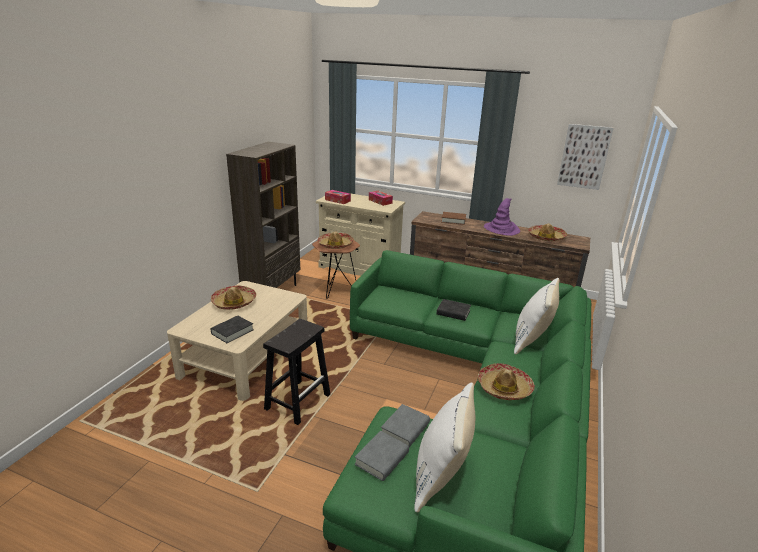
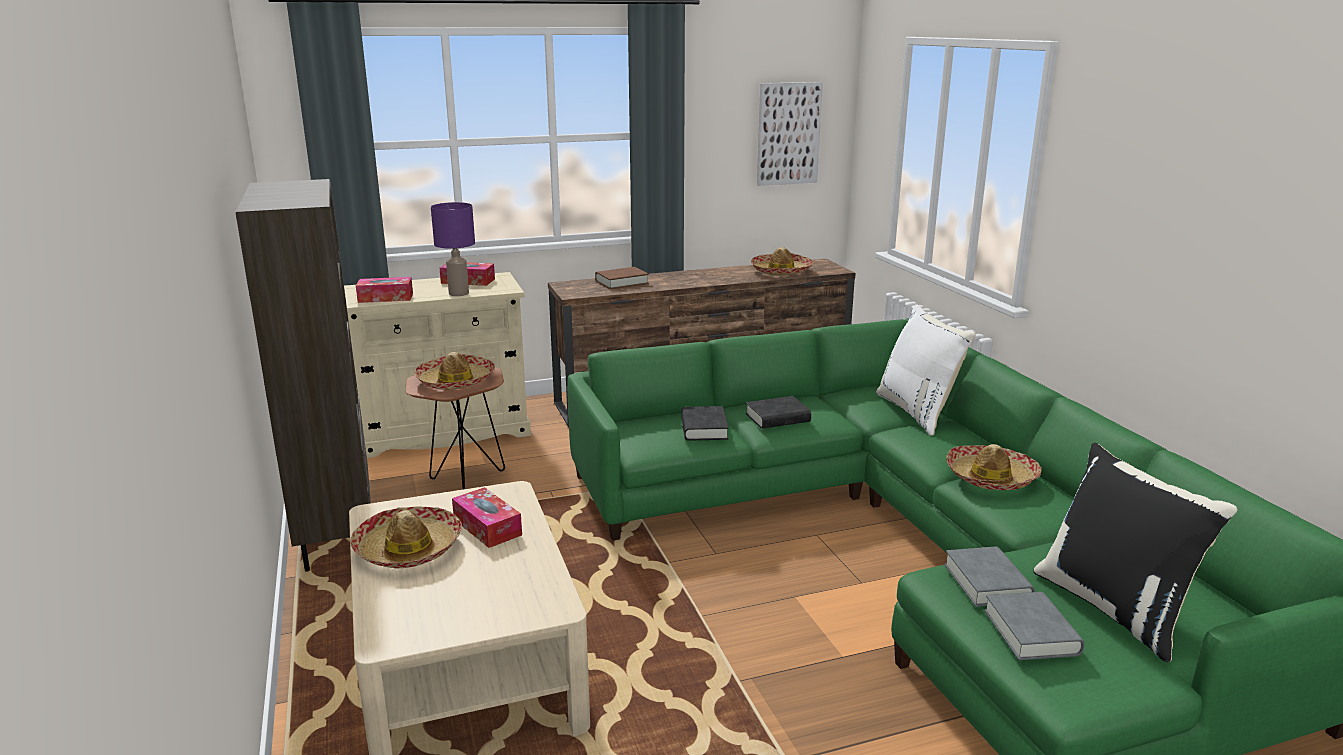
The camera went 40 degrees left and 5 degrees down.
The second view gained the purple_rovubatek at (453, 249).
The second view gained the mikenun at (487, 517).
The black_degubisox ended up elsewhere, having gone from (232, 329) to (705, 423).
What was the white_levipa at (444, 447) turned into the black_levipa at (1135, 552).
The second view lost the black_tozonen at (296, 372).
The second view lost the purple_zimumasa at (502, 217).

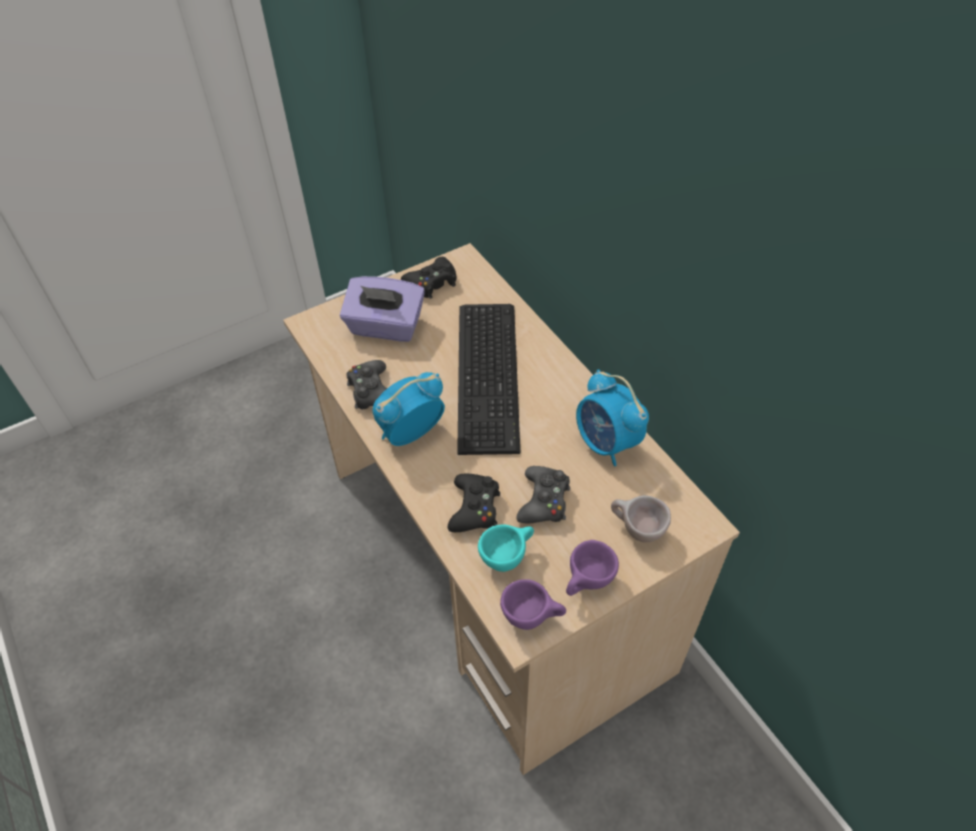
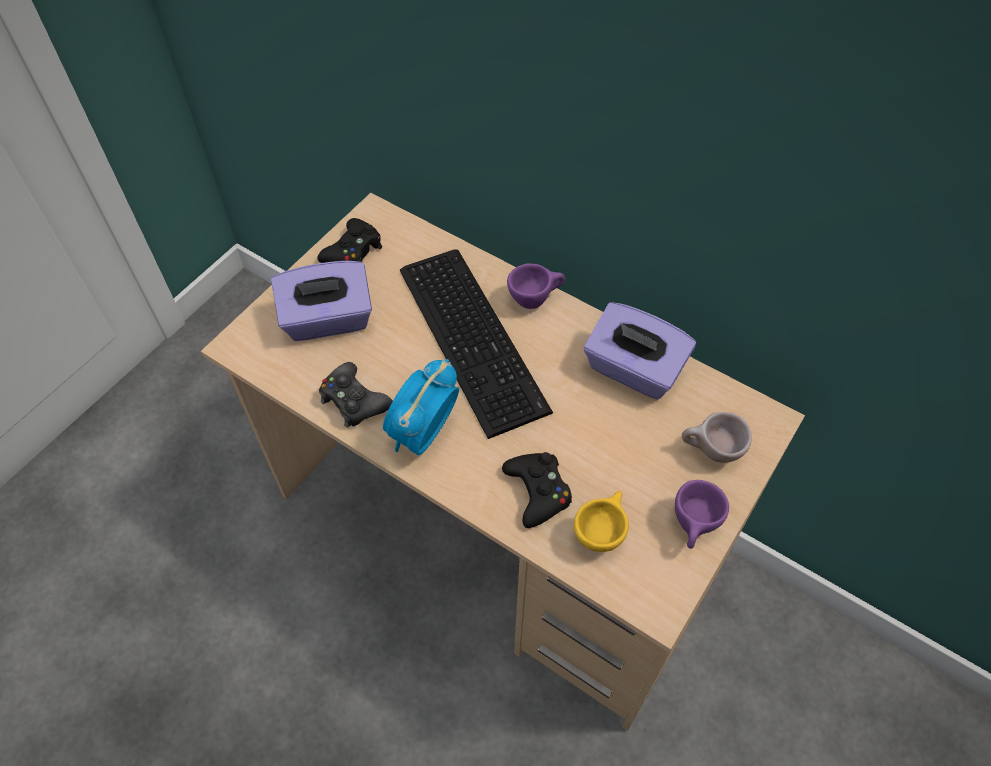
The camera went 25 degrees left and 5 degrees up.
The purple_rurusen ended up elsewhere, having gone from (533, 604) to (536, 286).
What was the turquoise_rurusen at (506, 548) turned into the yellow_rurusen at (601, 521).
Where the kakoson stood at (612, 417), the purple_mikenun came to stand at (640, 350).
The second view lost the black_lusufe at (543, 494).

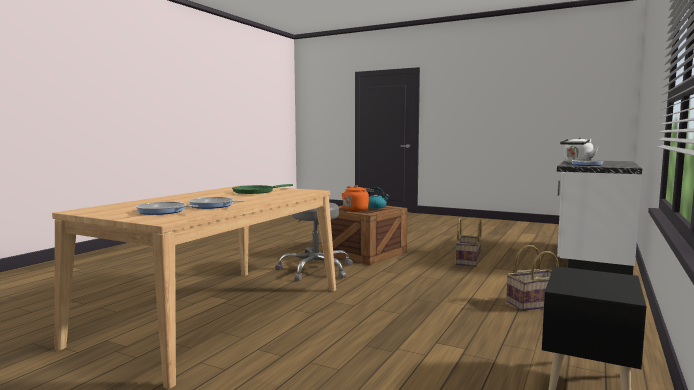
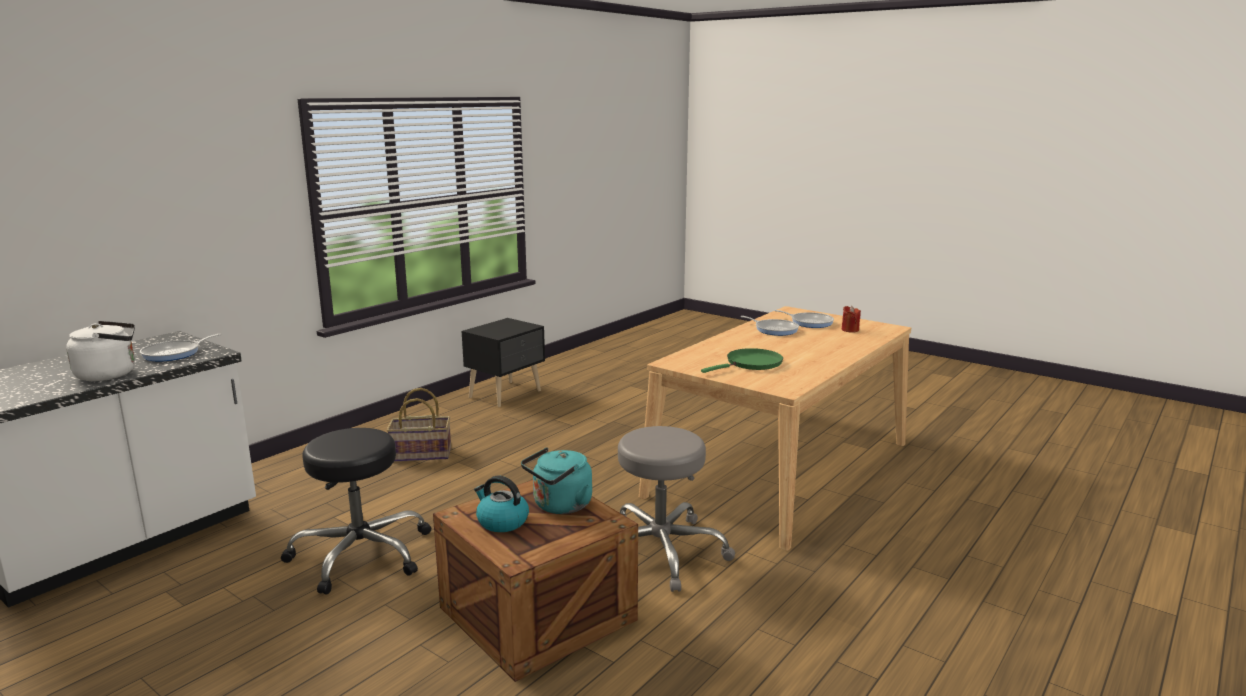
The camera went 170 degrees left and 10 degrees up.
Where the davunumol stood at (469, 242), the black_tozonen came to stand at (356, 511).
What was the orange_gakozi at (358, 198) turned into the turquoise_gakozi at (556, 480).
The second view gained the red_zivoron at (851, 319).

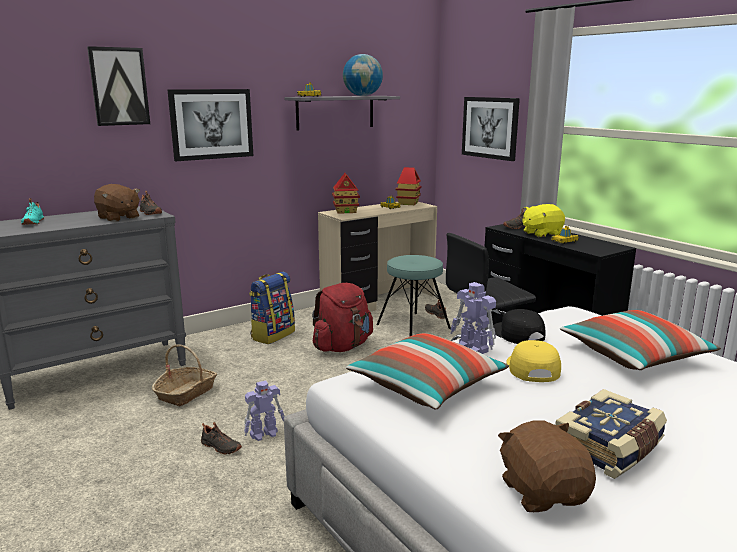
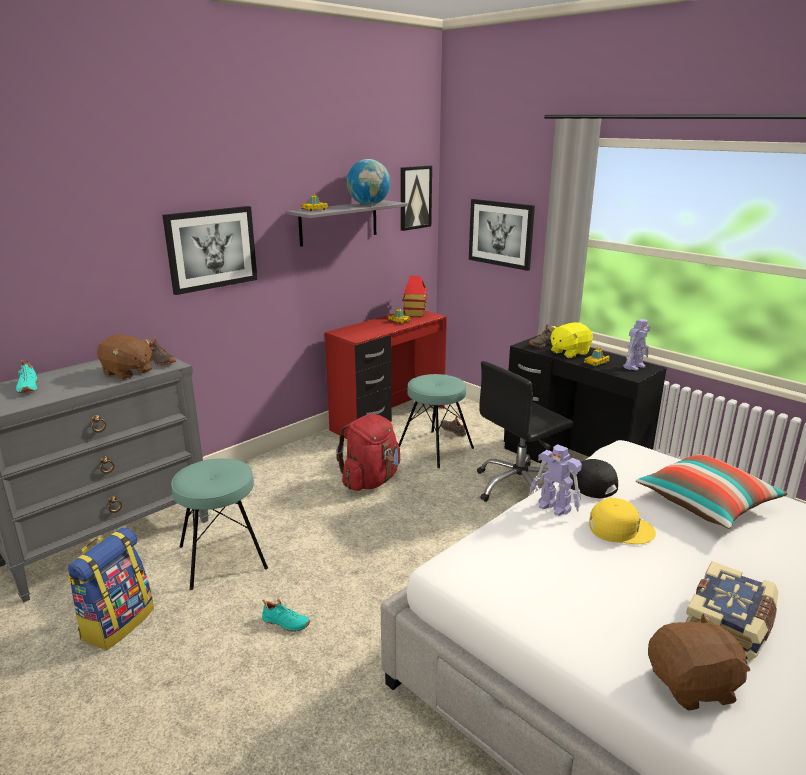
The camera went 10 degrees left and 5 degrees up.
The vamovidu ended up elsewhere, having gone from (272, 308) to (110, 589).
Where the davunumol stood at (184, 375), the turquoise_tozonen came to stand at (219, 524).
What was the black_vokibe at (221, 438) turned into the turquoise_vokibe at (286, 615).
What was the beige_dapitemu at (377, 257) turned into the red_dapitemu at (386, 375).
The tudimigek ended up elsewhere, having gone from (118, 86) to (416, 198).
The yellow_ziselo at (533, 361) ended up facing another way, 105 degrees clockwise from before.
The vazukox ended up elsewhere, having gone from (264, 410) to (637, 345).
The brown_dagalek at (547, 466) ended up facing another way, 105 degrees clockwise from before.
The second view lost the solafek at (346, 193).
The second view lost the levipa at (427, 371).

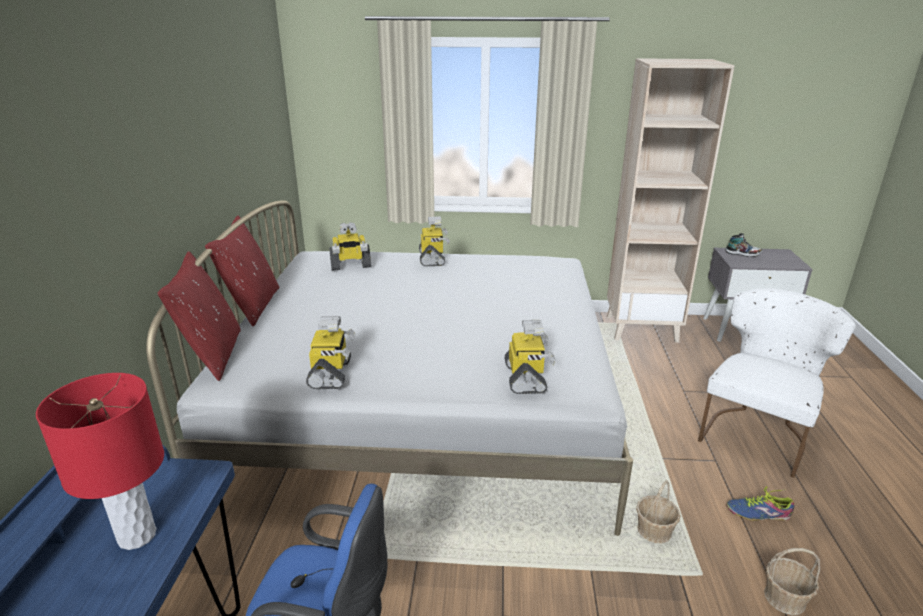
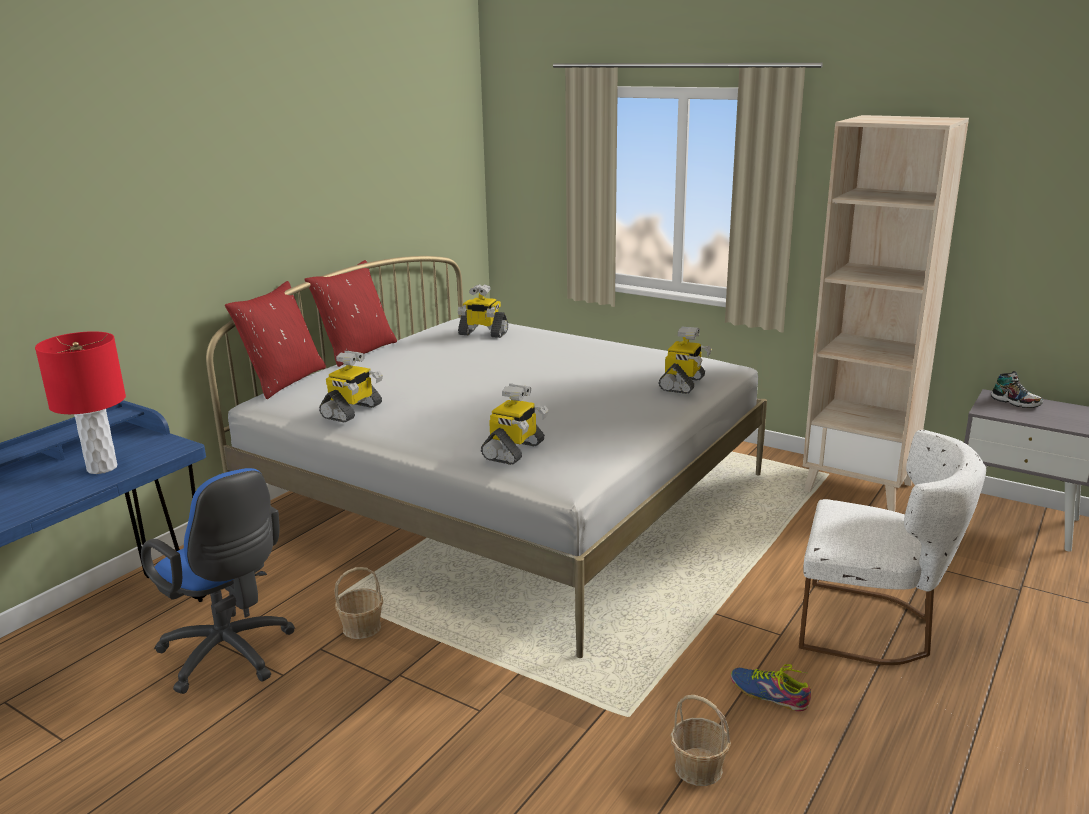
The camera went 30 degrees right and 5 degrees down.
The davunumol ended up elsewhere, having gone from (658, 511) to (358, 603).
The vazukox ended up elsewhere, having gone from (434, 241) to (685, 360).
The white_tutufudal at (777, 383) ended up facing another way, 45 degrees clockwise from before.

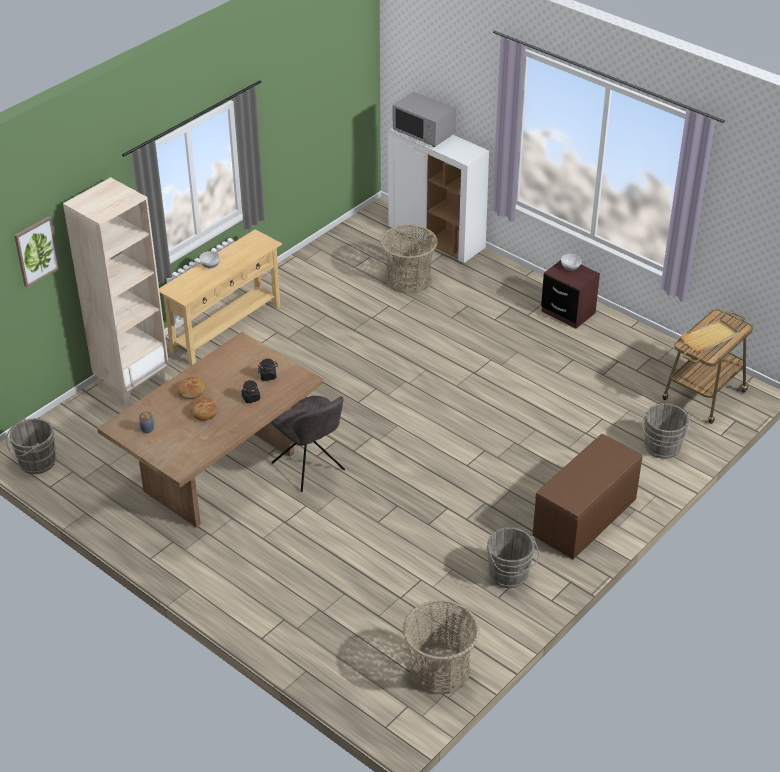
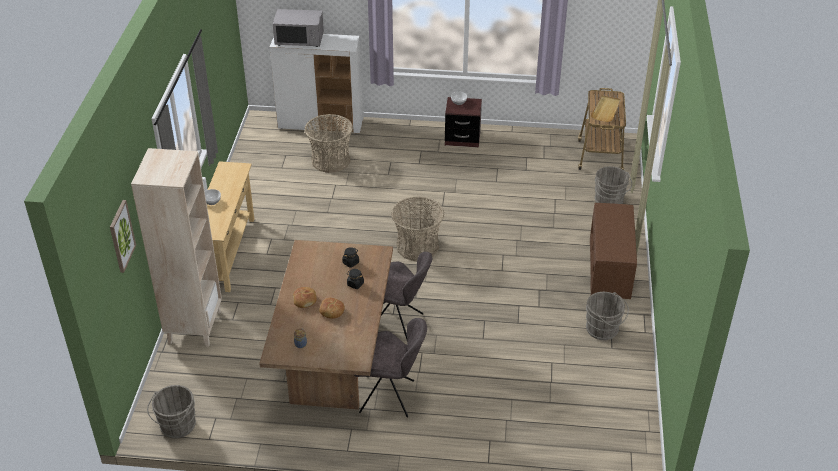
The camera went 35 degrees left and 0 degrees up.
The second view gained the grey_tutufudal at (390, 368).
The davunumol ended up elsewhere, having gone from (441, 647) to (418, 228).

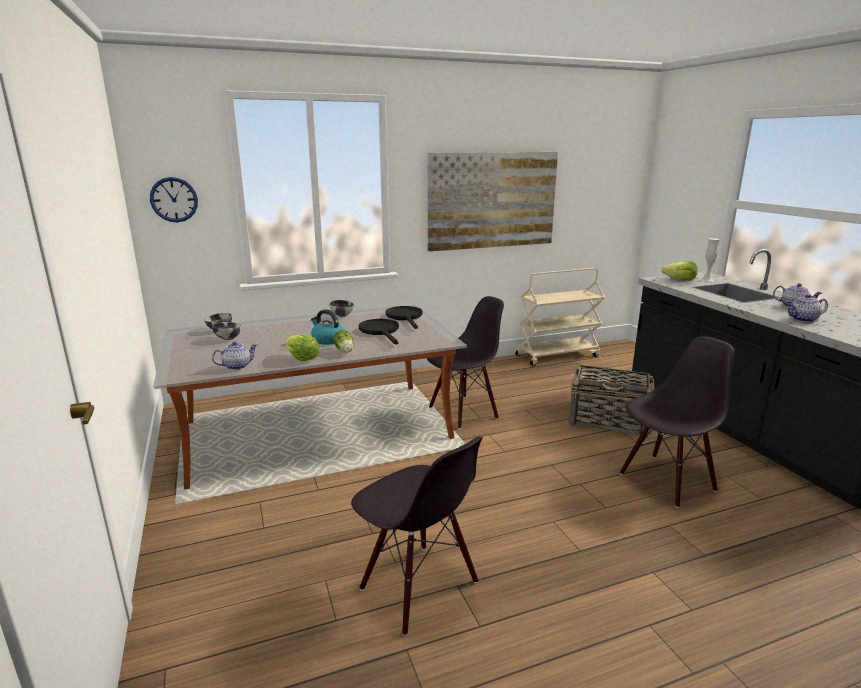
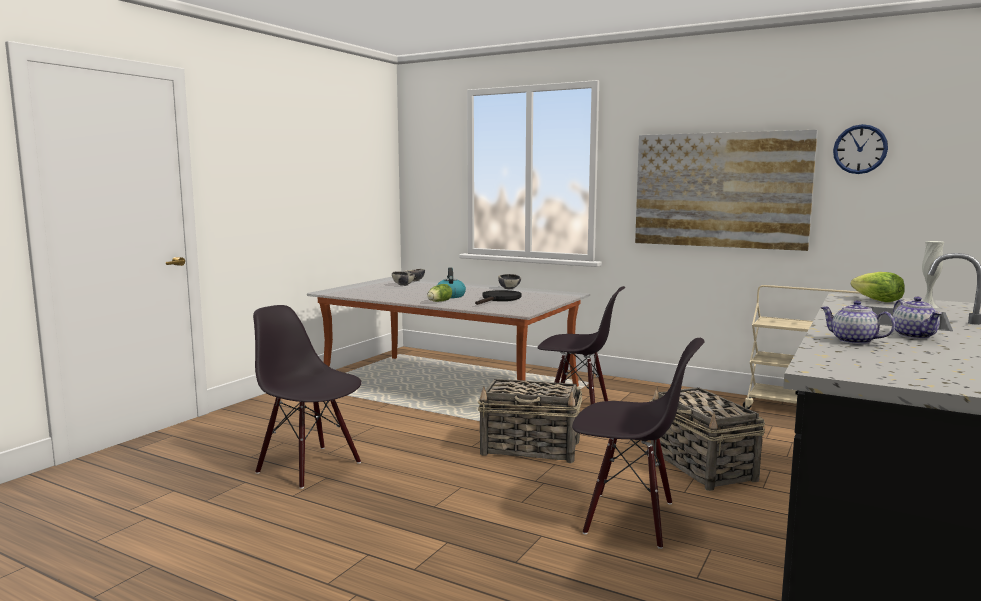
The camera went 50 degrees right and 10 degrees down.
The black_tutufudal at (417, 536) ended up facing another way, 120 degrees clockwise from before.
The second view gained the davunumol at (530, 421).
The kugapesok ended up elsewhere, having gone from (174, 199) to (860, 149).
The second view lost the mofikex at (235, 355).
The second view lost the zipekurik at (302, 348).
The second view lost the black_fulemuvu at (404, 317).

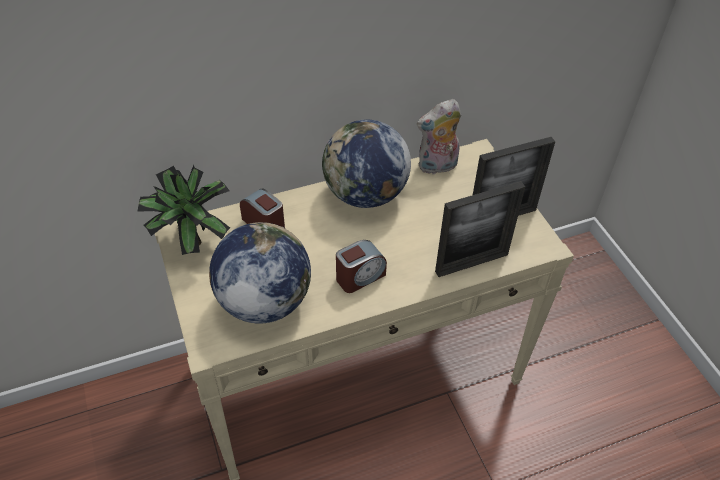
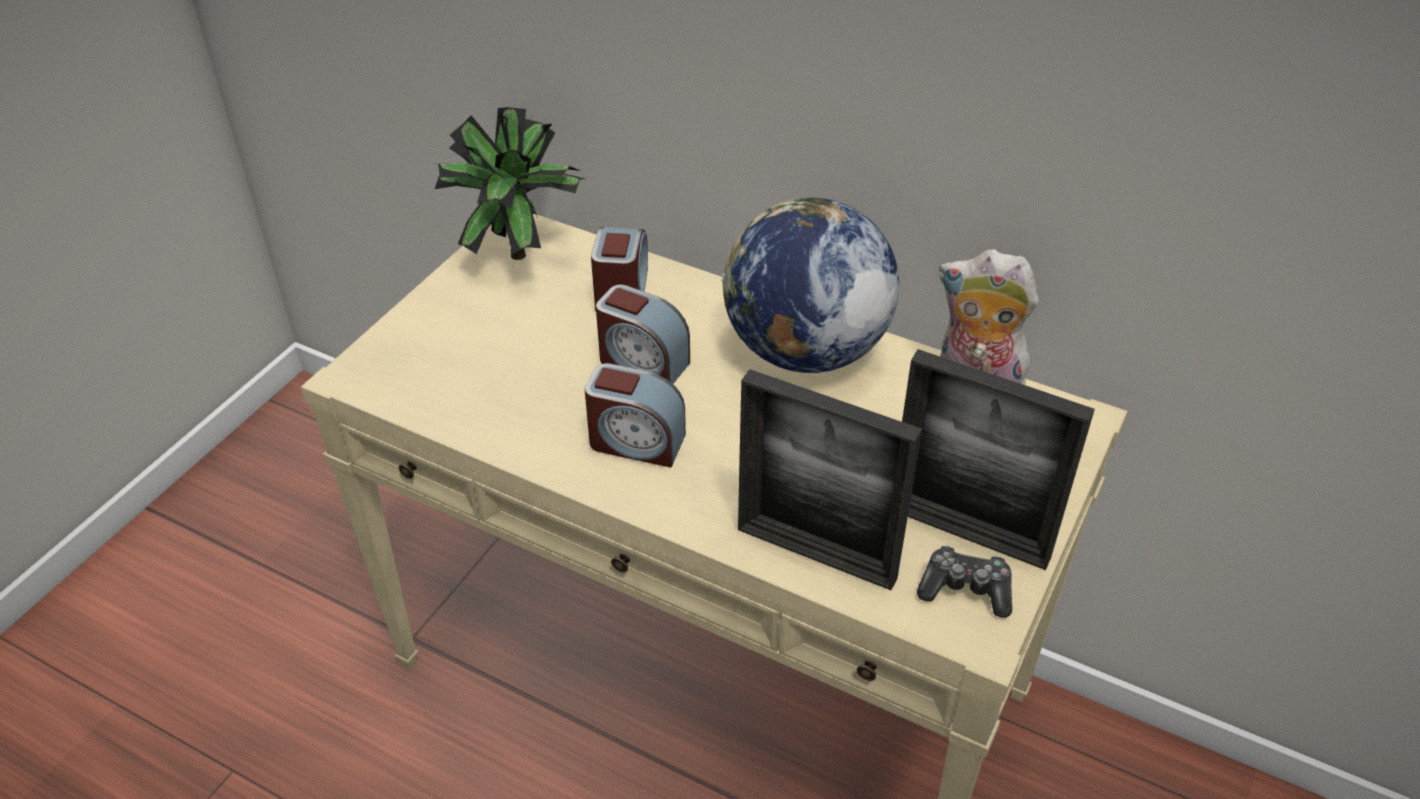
The camera went 50 degrees right and 5 degrees down.
The second view gained the kakoson at (643, 334).
The second view gained the lusufe at (964, 581).
The second view lost the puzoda at (260, 272).

